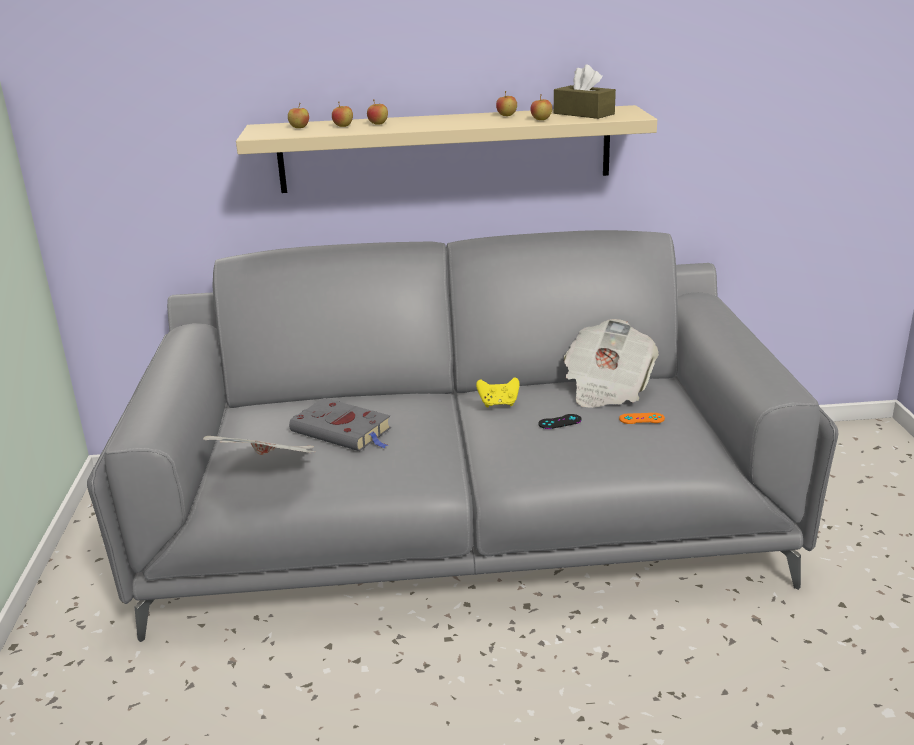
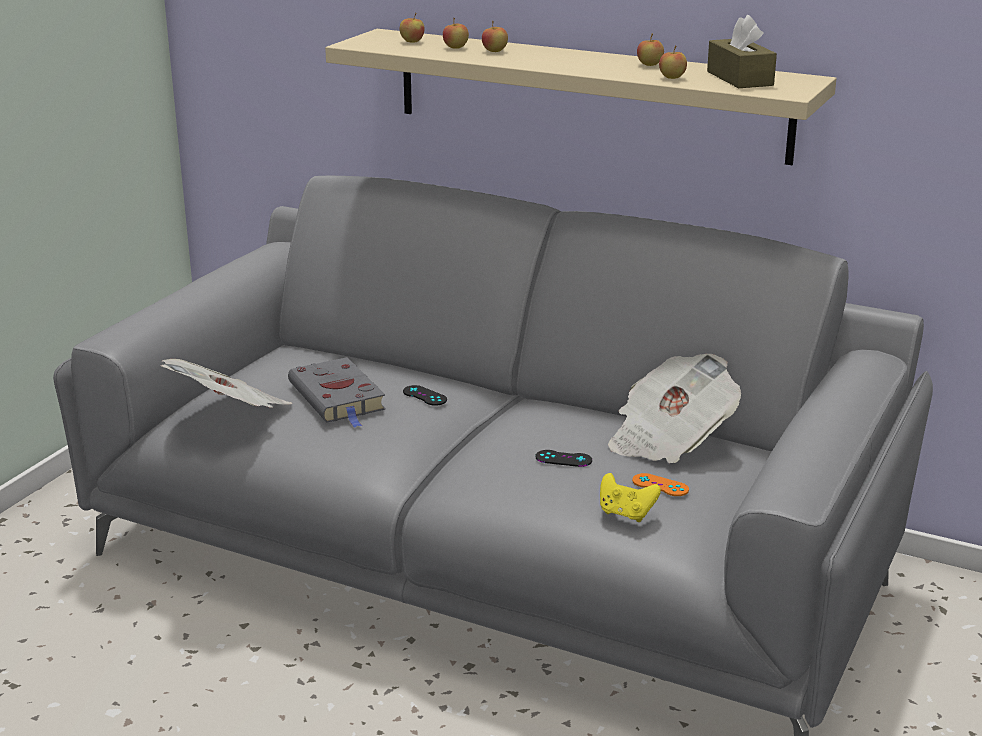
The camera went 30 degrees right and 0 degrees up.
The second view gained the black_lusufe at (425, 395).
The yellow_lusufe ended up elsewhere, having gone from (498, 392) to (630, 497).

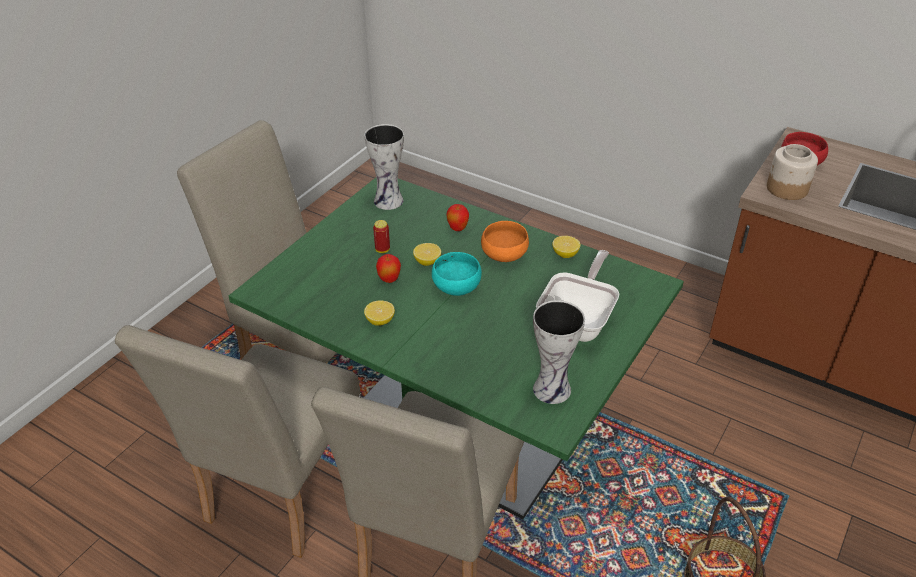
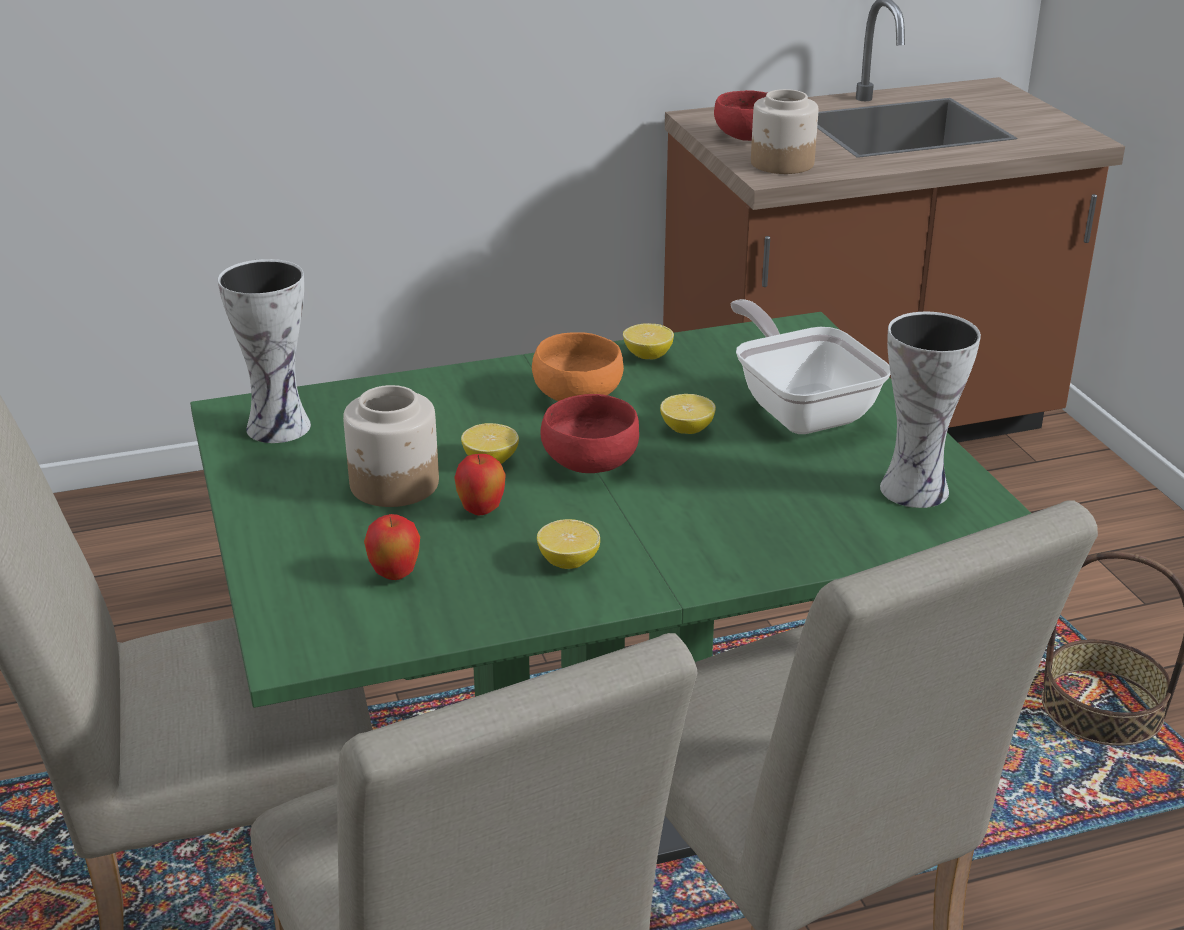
The camera went 50 degrees left and 10 degrees down.
Where the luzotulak stood at (381, 236), the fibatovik came to stand at (391, 446).
The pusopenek ended up elsewhere, having gone from (457, 217) to (392, 547).
What was the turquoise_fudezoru at (457, 274) turned into the red_fudezoru at (589, 433).
The second view gained the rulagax at (688, 414).

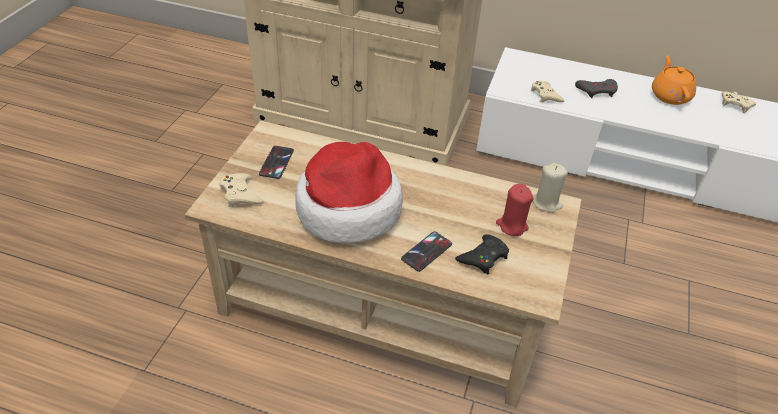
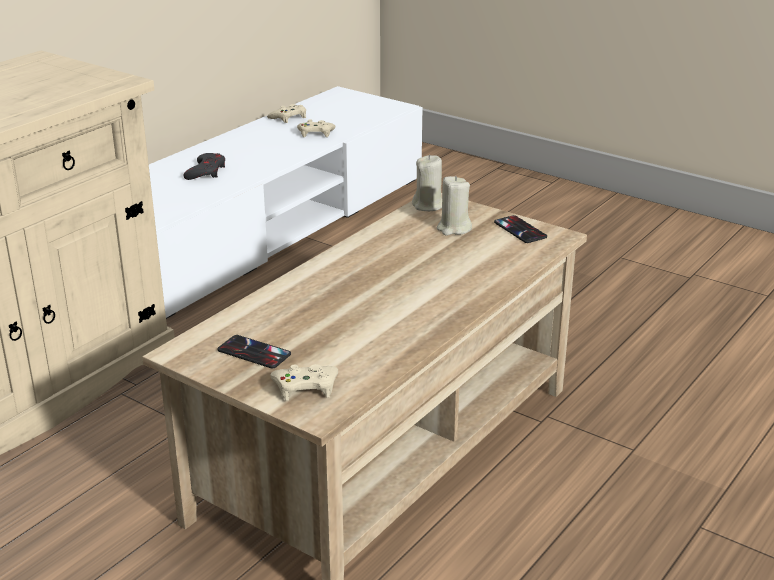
The camera went 70 degrees left and 15 degrees down.
The beige_lusufe ended up elsewhere, having gone from (547, 91) to (316, 128).
What was the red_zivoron at (515, 210) turned into the beige_zivoron at (454, 206).
The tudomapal ended up elsewhere, having gone from (426, 251) to (520, 229).
The second view lost the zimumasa at (349, 192).
The second view lost the black_lusufe at (482, 254).
The second view lost the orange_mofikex at (674, 80).

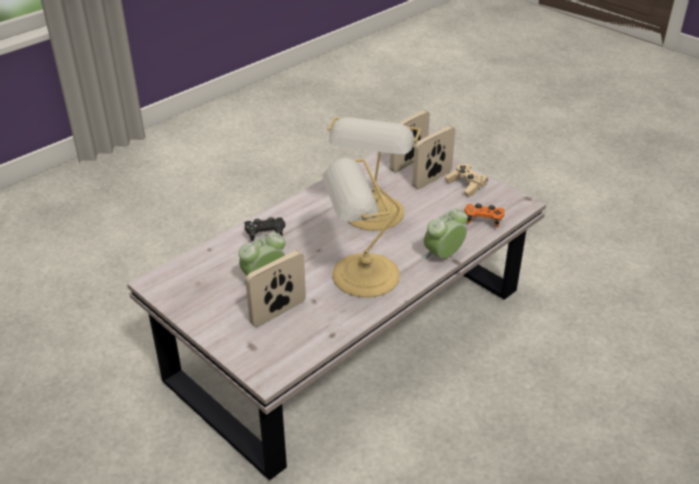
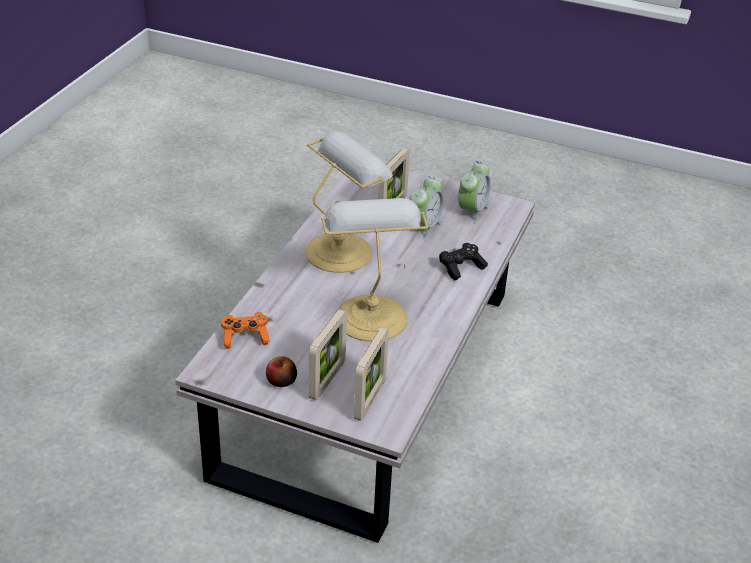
The camera went 155 degrees right and 0 degrees up.
Where the beige_lusufe stood at (466, 180), the pusopenek came to stand at (281, 372).
The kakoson ended up elsewhere, having gone from (445, 234) to (474, 192).

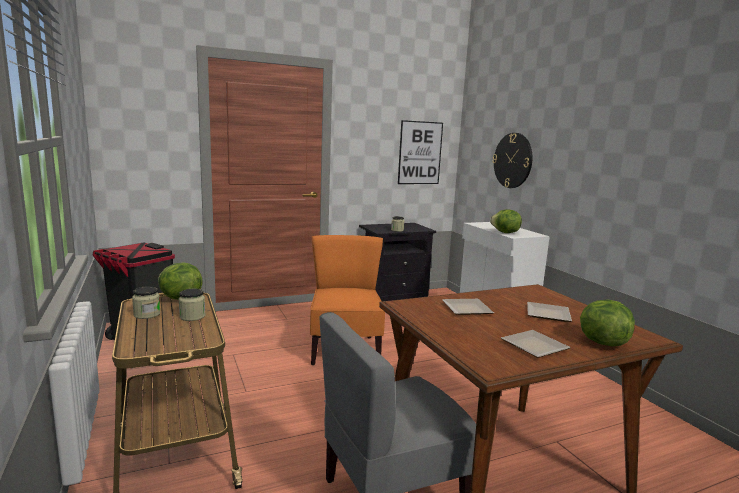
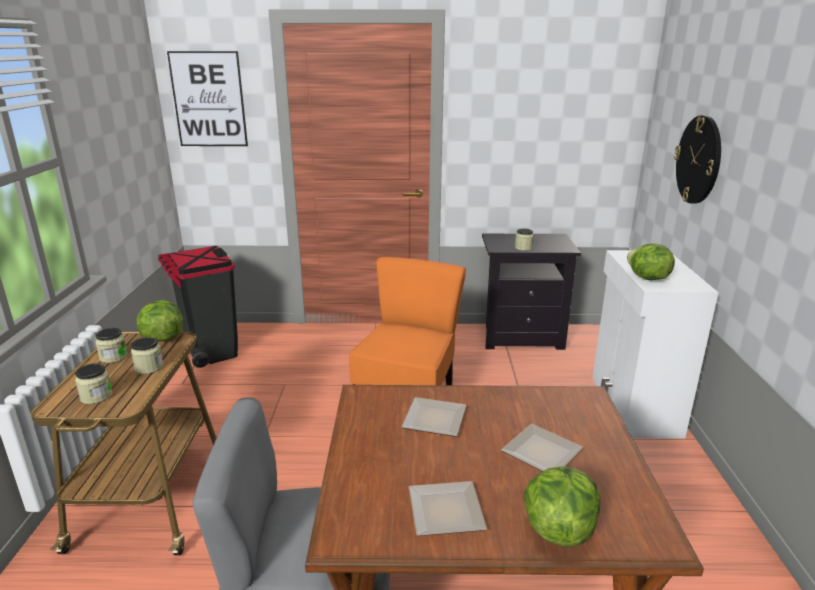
The camera went 25 degrees right and 10 degrees up.
The second view gained the fibatovik at (93, 384).
The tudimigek ended up elsewhere, having gone from (420, 152) to (207, 98).

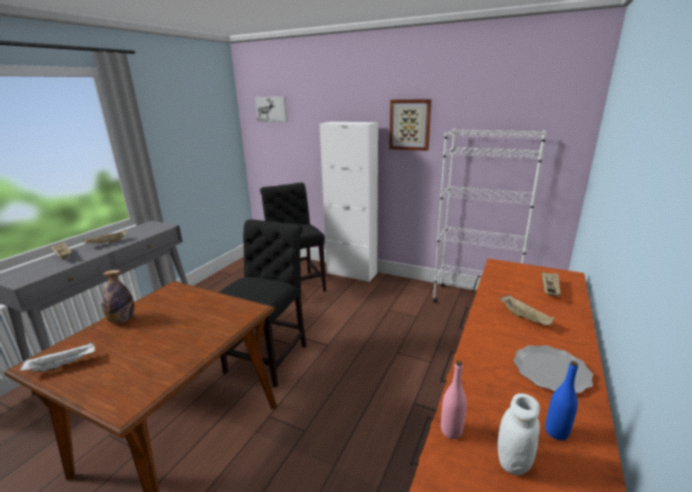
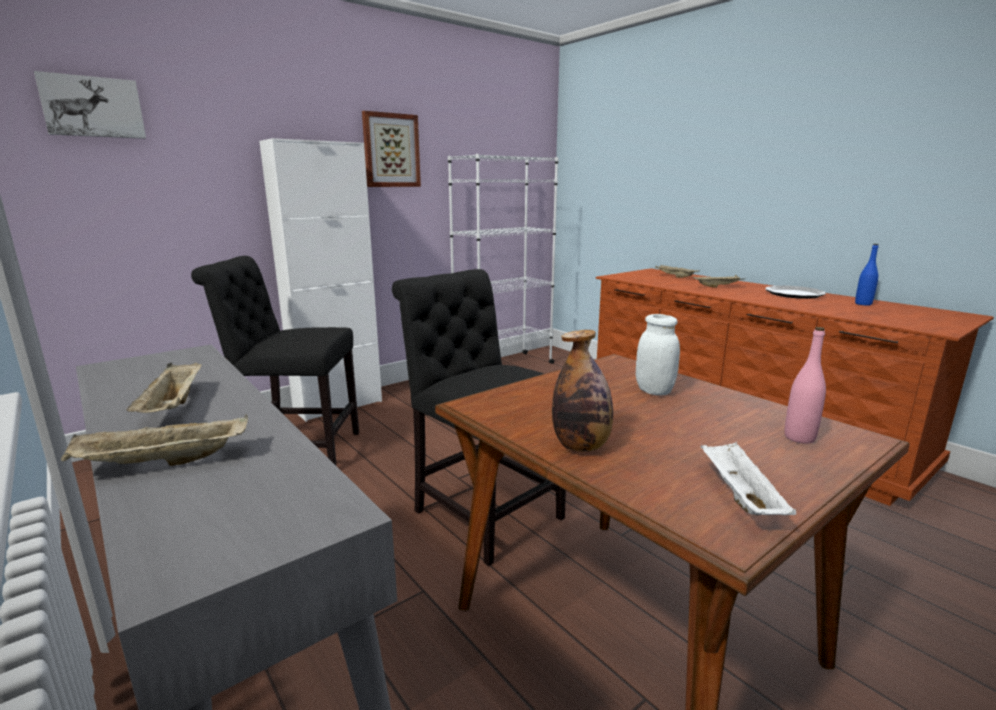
The camera went 65 degrees left and 5 degrees down.
The white_fibatovik ended up elsewhere, having gone from (519, 434) to (658, 355).
The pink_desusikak ended up elsewhere, having gone from (454, 400) to (805, 385).

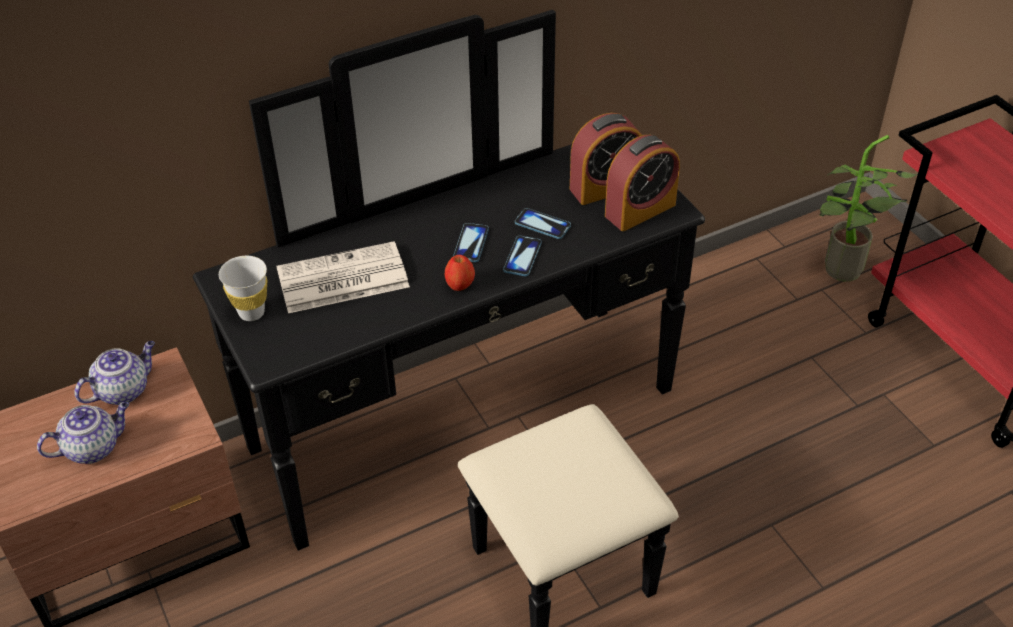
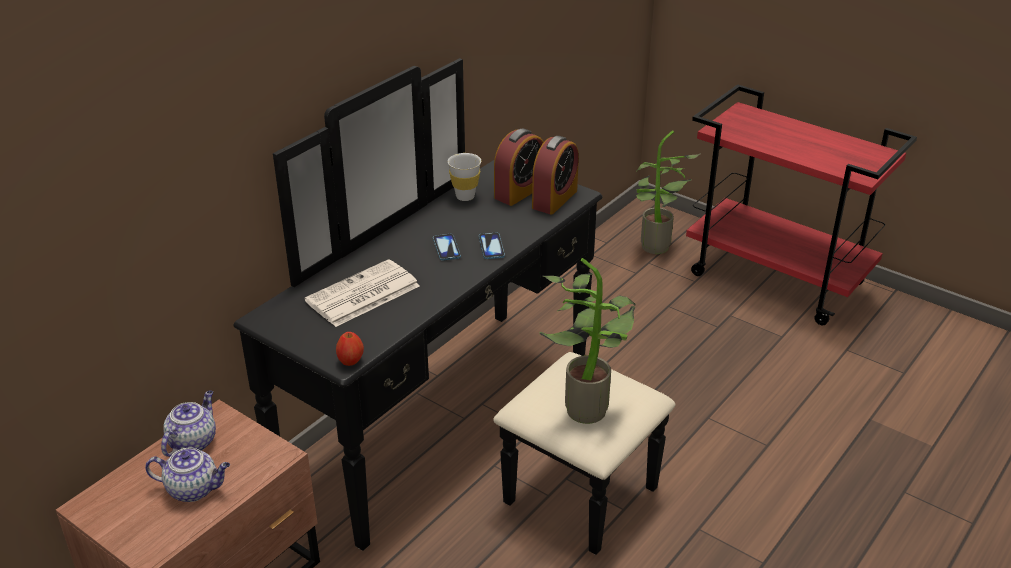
The camera went 25 degrees left and 10 degrees down.
The mofikex at (83, 433) ended up facing another way, 60 degrees clockwise from before.
The pusopenek ended up elsewhere, having gone from (460, 273) to (350, 349).
The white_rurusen ended up elsewhere, having gone from (243, 288) to (464, 177).
The second view gained the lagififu at (587, 341).
The second view lost the tudomapal at (543, 223).

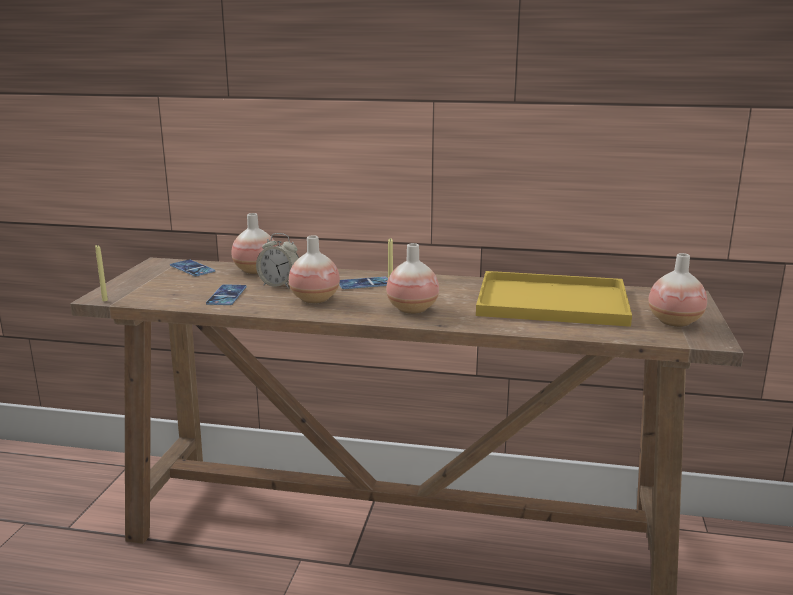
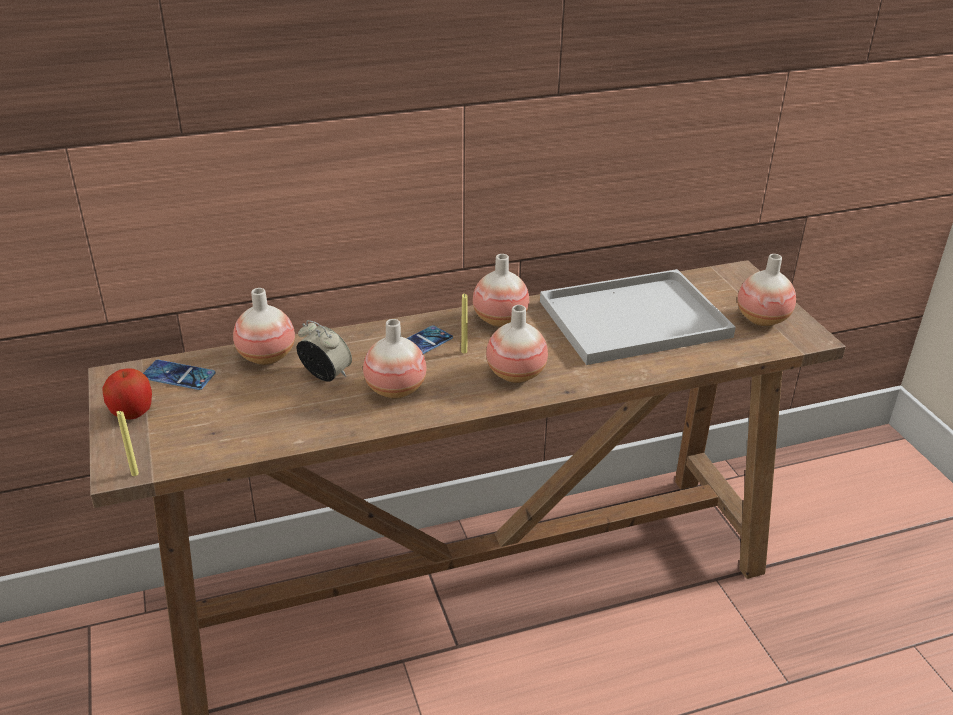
The camera went 30 degrees left and 15 degrees up.
The second view gained the pusopenek at (127, 394).
The kakoson at (277, 261) ended up facing another way, 135 degrees counterclockwise from before.
The second view gained the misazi at (501, 290).
What was the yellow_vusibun at (554, 299) turned into the white_vusibun at (638, 317).
The second view lost the tudomapal at (226, 294).

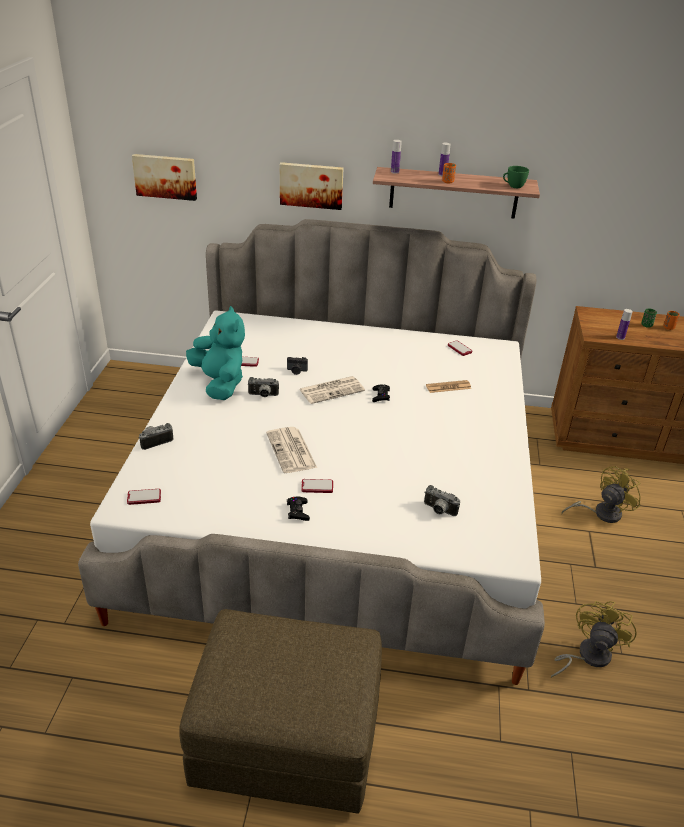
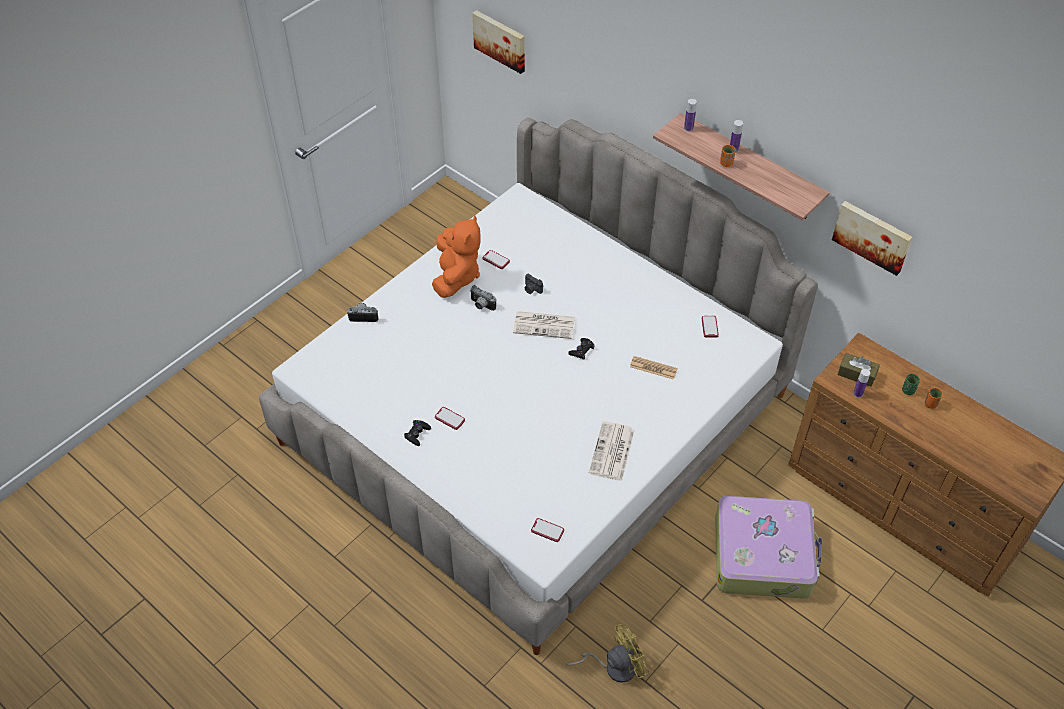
The camera went 35 degrees right and 15 degrees up.
What was the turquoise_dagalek at (215, 353) turned into the orange_dagalek at (456, 257).
The tudomapal ended up elsewhere, having gone from (144, 497) to (547, 530).
The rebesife ended up elsewhere, having gone from (291, 450) to (612, 451).
Where the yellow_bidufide stood at (600, 494), the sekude came to stand at (768, 547).
The tudimigek ended up elsewhere, having gone from (311, 186) to (872, 238).
The second view gained the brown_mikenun at (859, 370).
The second view lost the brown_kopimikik at (280, 711).
The second view lost the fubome at (442, 500).
The second view lost the green_rurusen at (516, 177).

